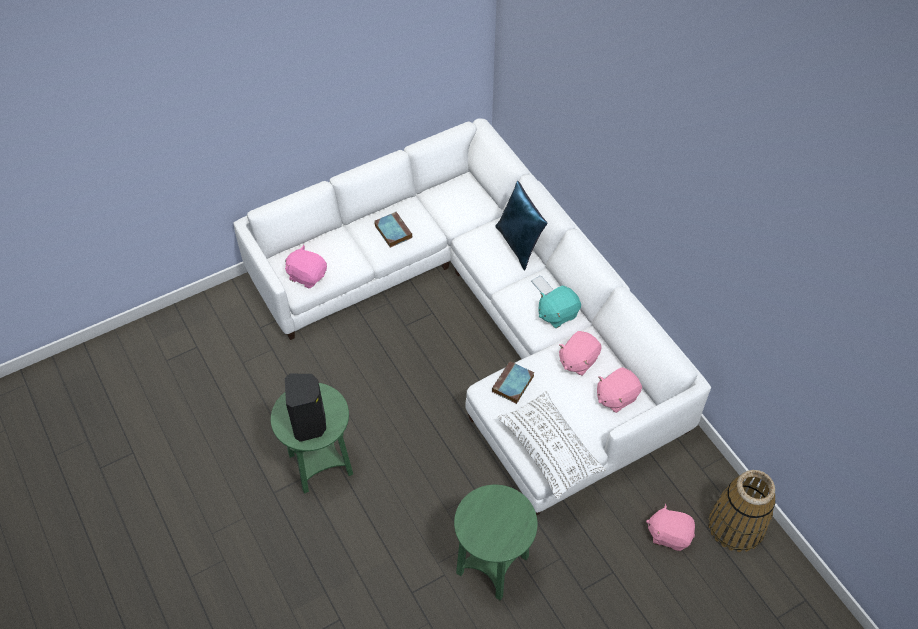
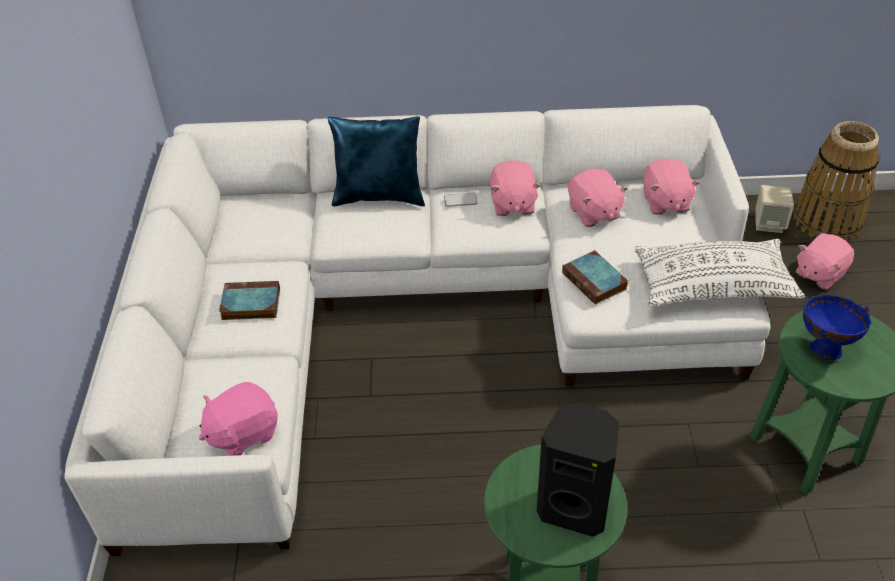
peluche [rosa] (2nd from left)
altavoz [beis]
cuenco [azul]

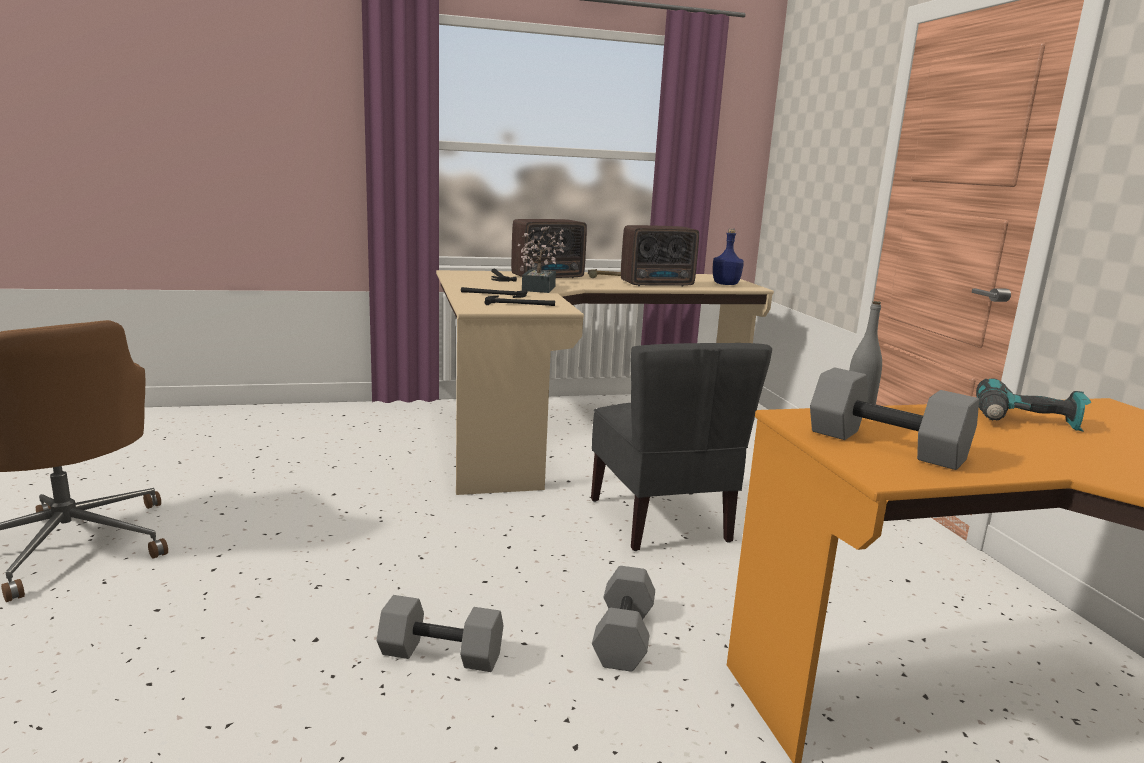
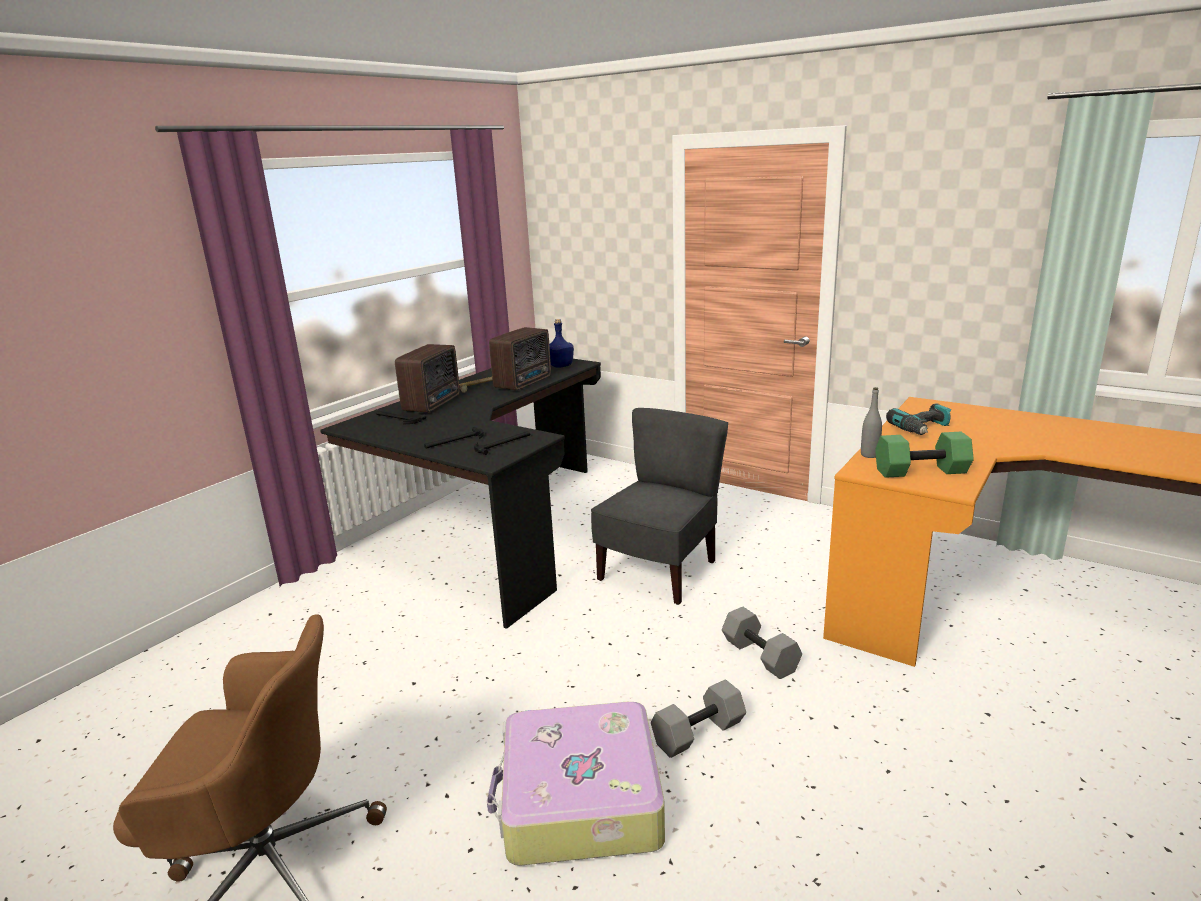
escritorio [negro]
planta en maceta
silla [gris]
mancuerna [verde]
maleta

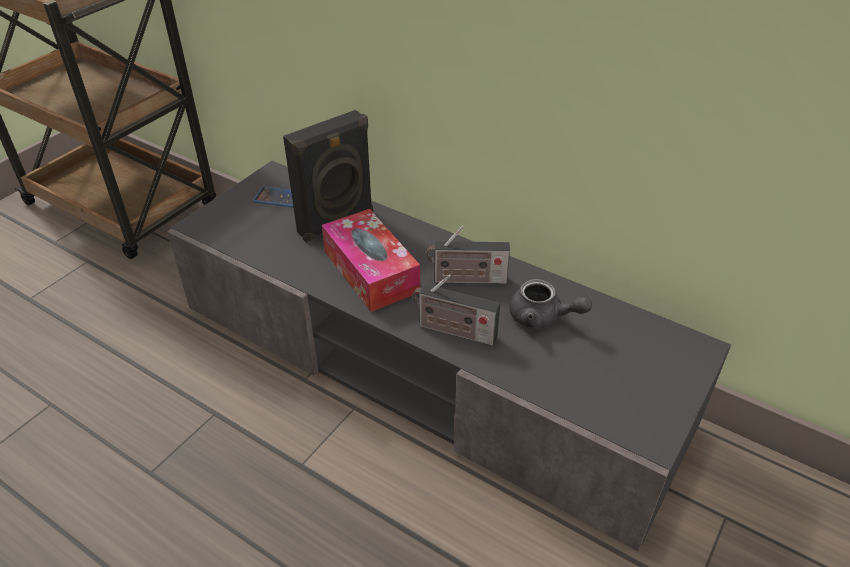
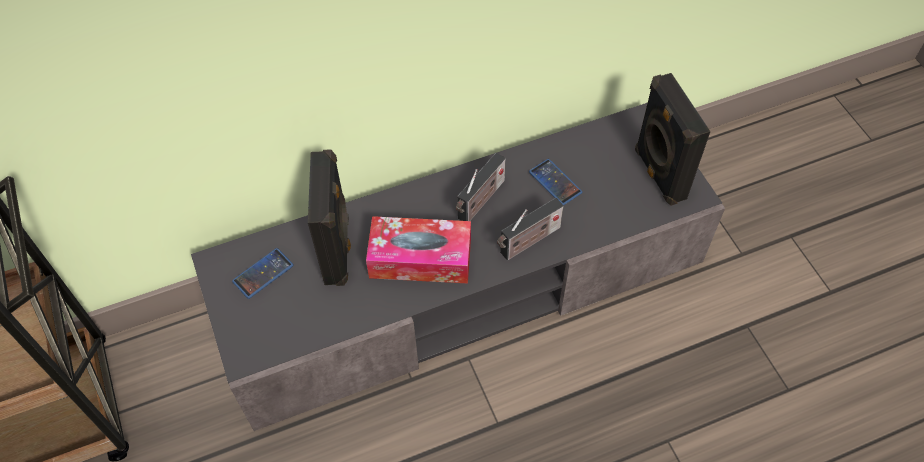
móvil (2nd from left)
altavoz [negro] (2nd from left)

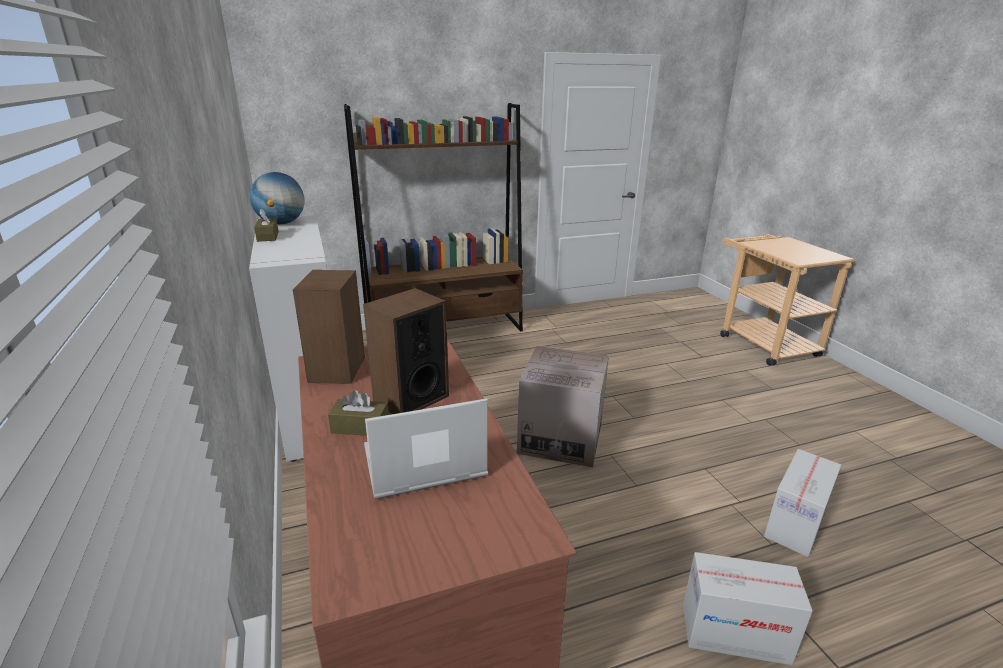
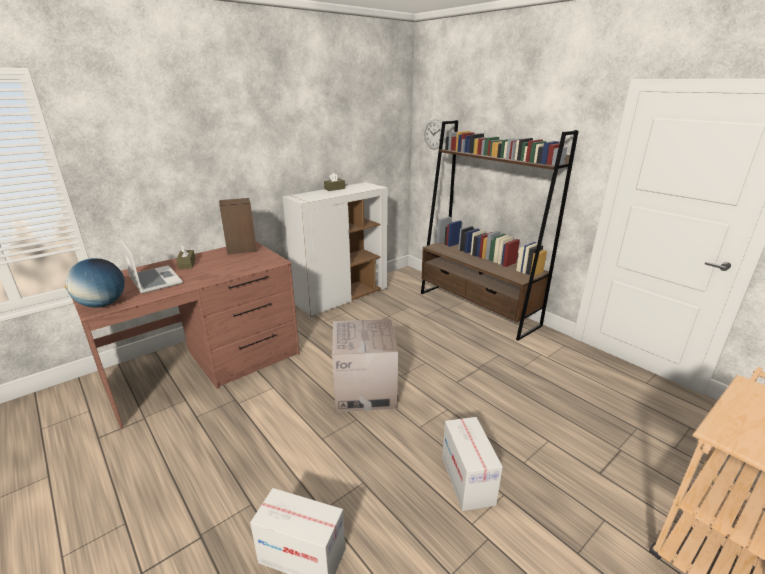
globo terráqueo
altavoz (2nd from left in the first image)
caja de cartón (3rd from left)
reloj de pared

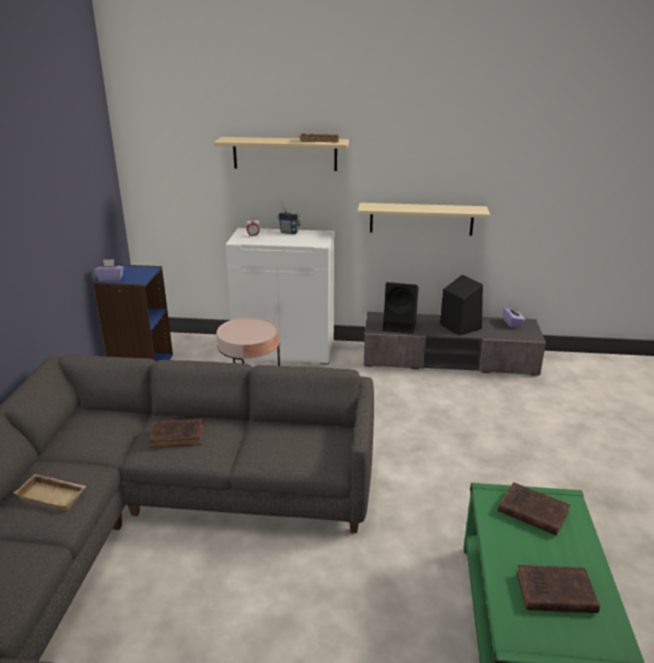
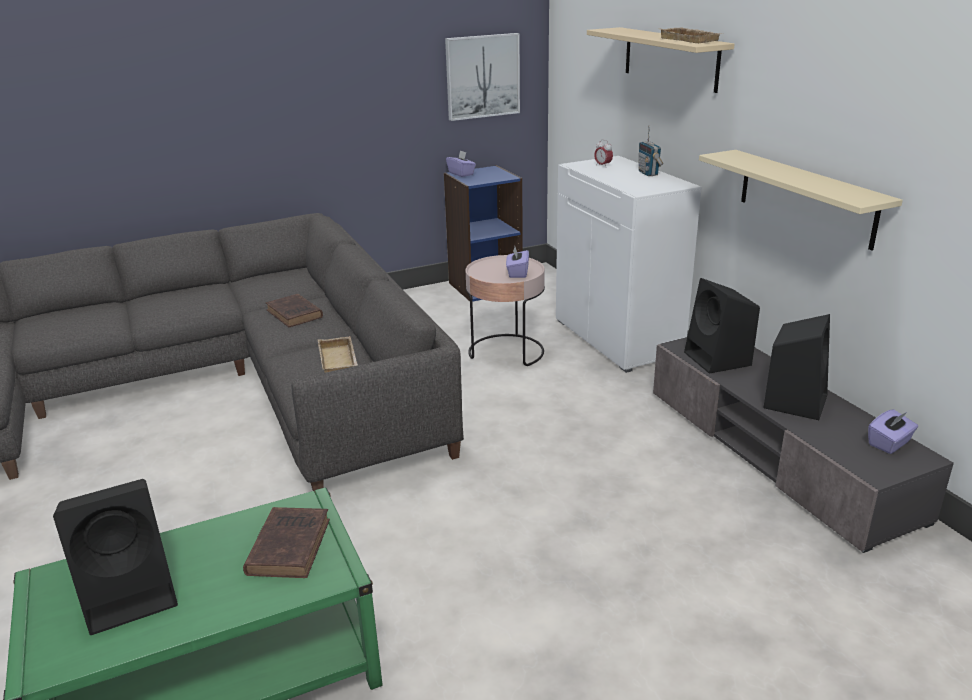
bandeja [beis] (1st from left)
altavoz [negro] (1st from left)
cuadro
caja de pañuelos [morado] (2nd from left)

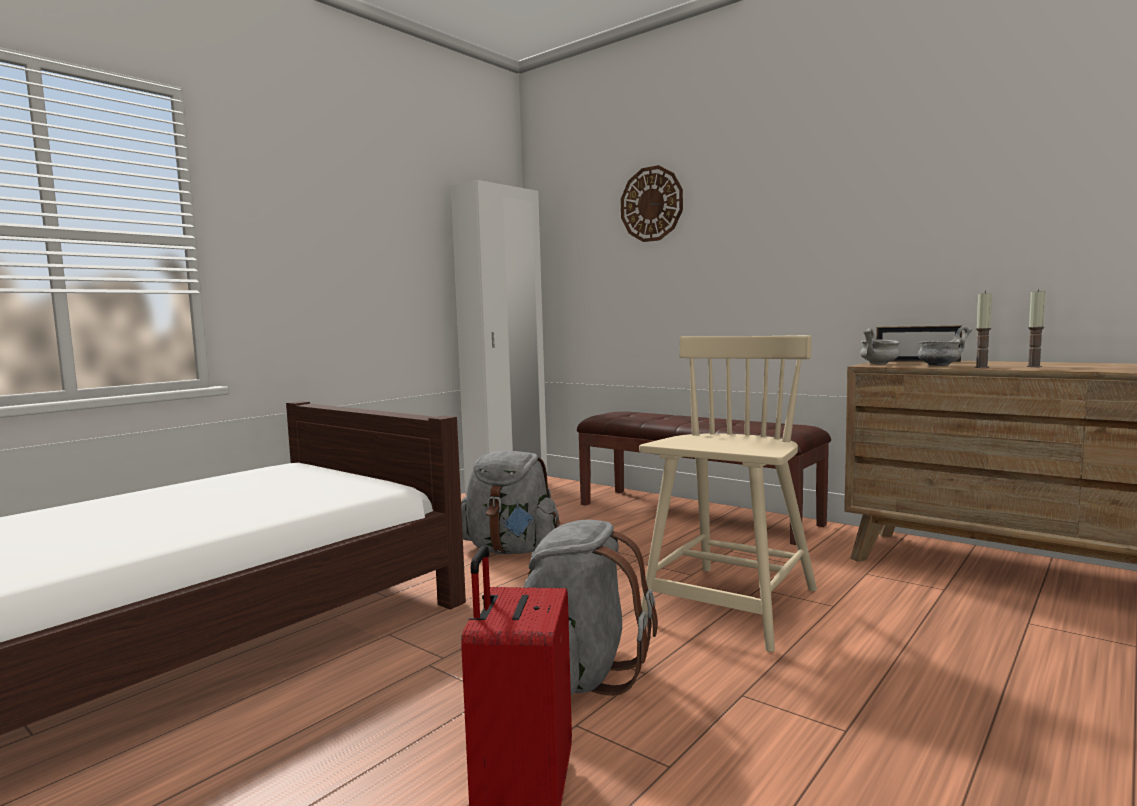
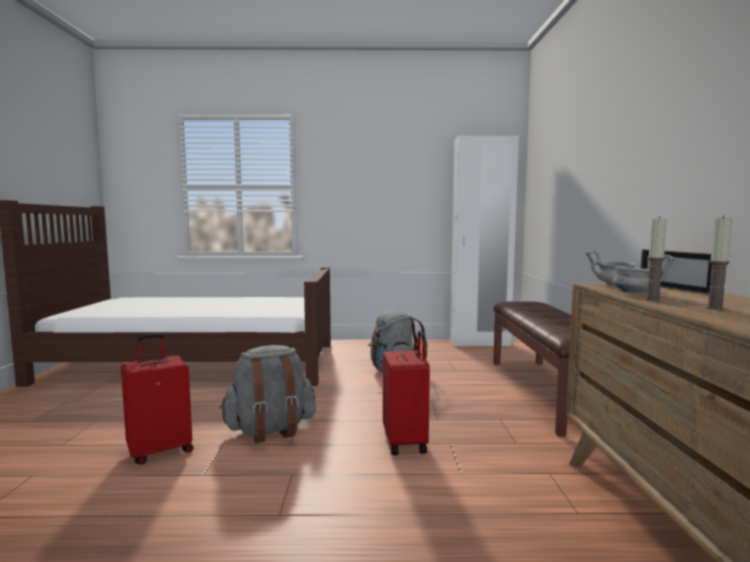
reloj de pared
maleta [rojo] (2nd from left)

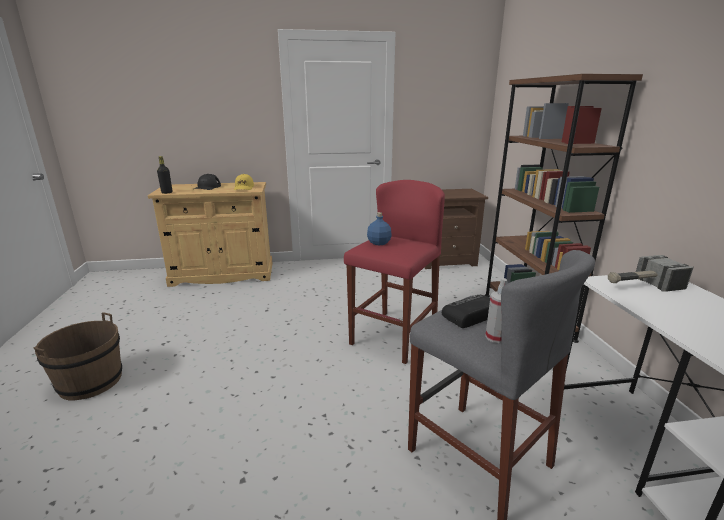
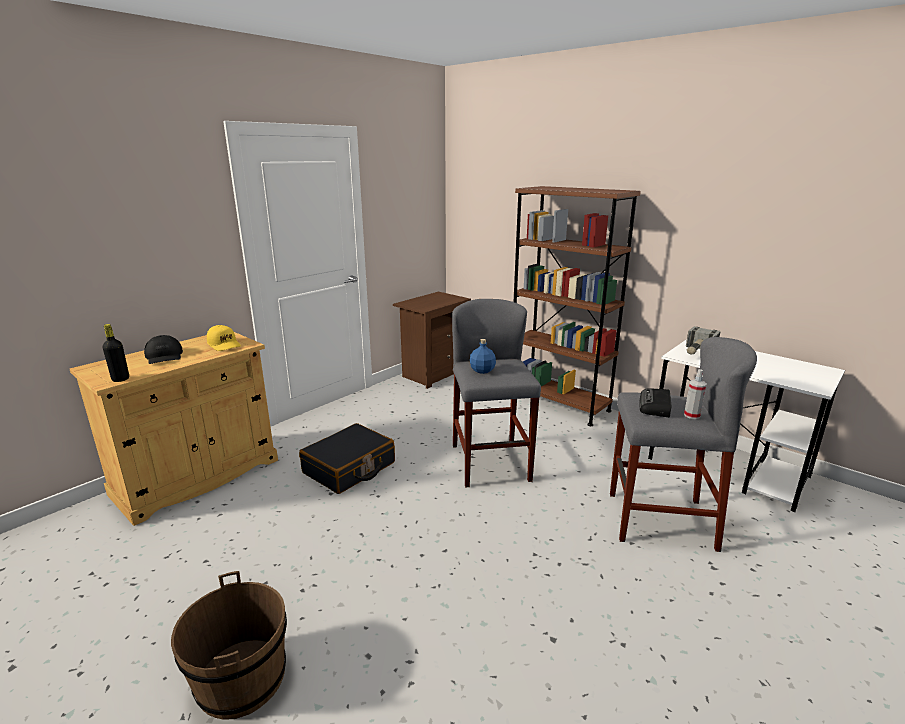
taburete [gris] (1st from left)
maleta [negro]

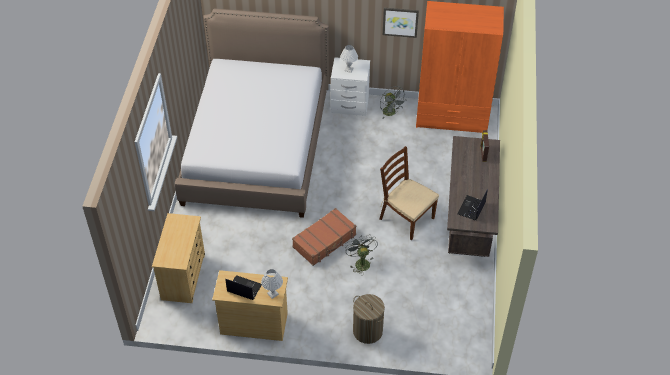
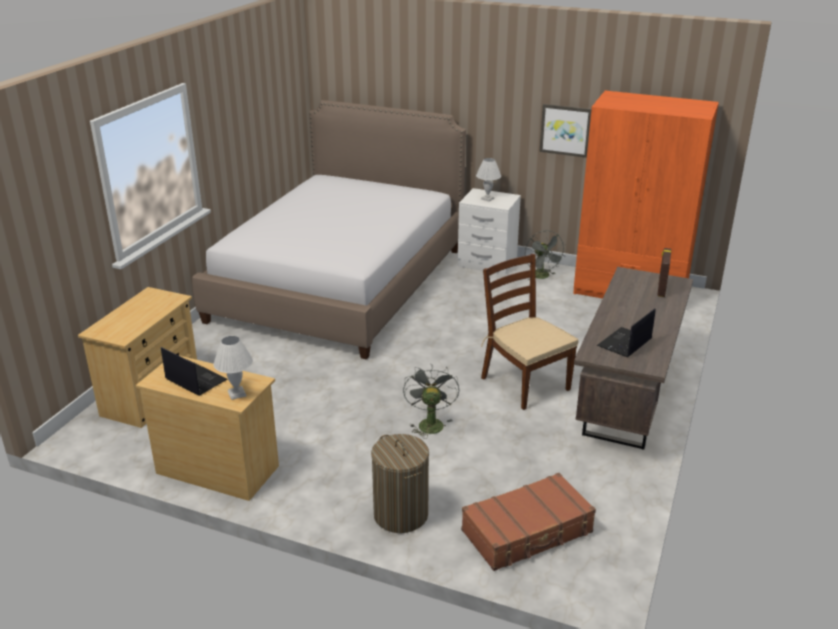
maleta [marrón]

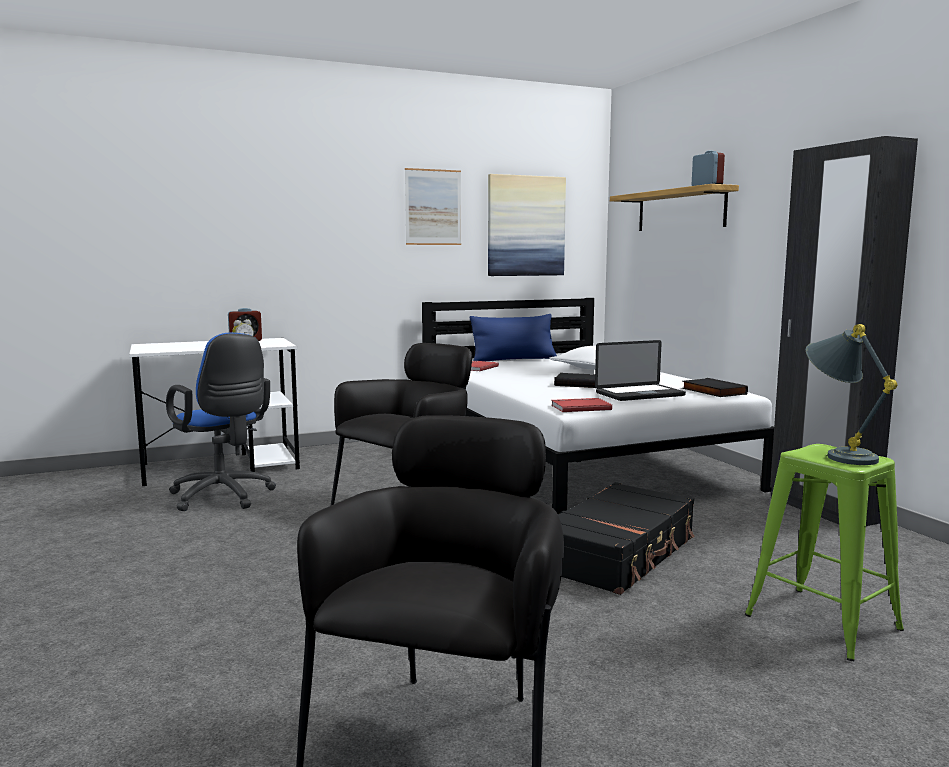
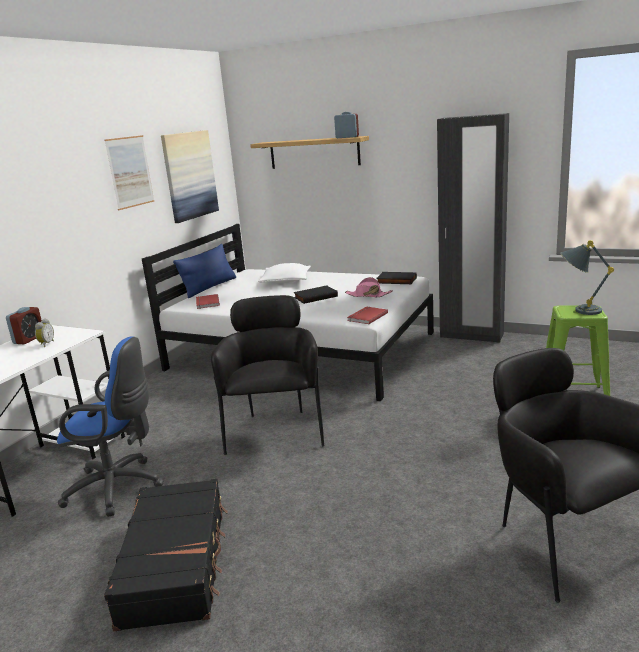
maleta [negro]
sombrero [rosa]

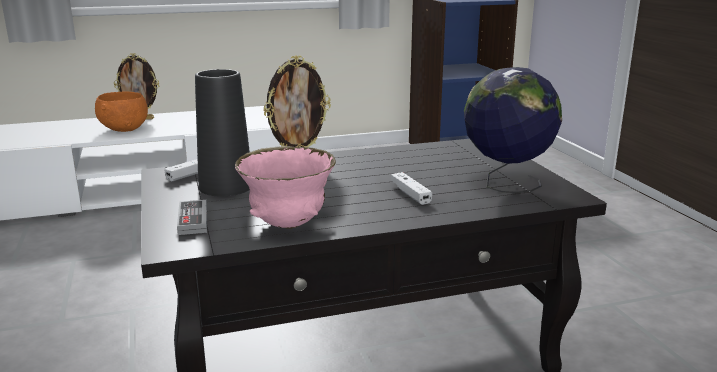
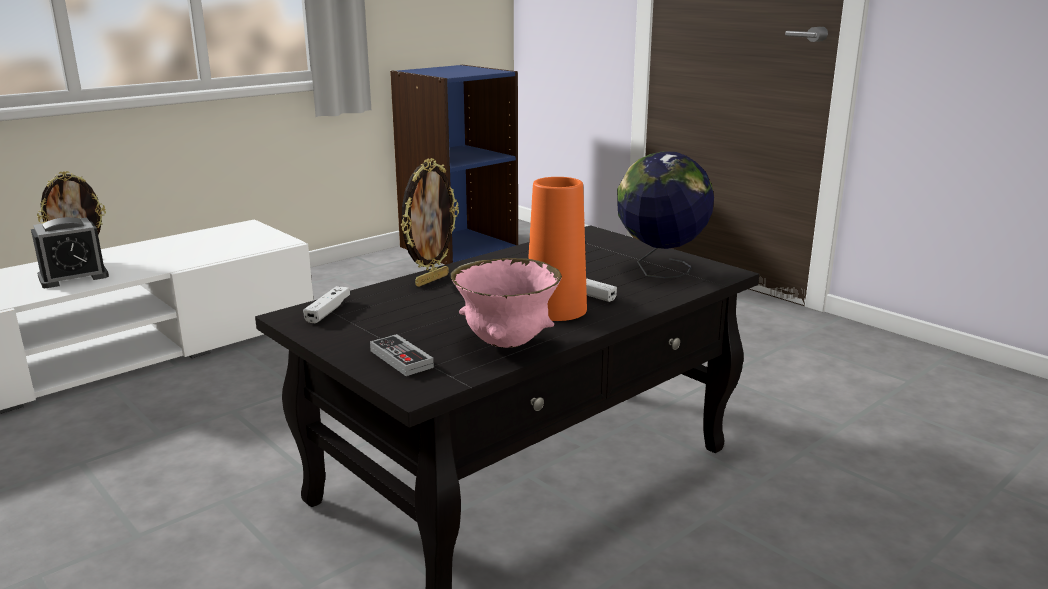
despertador
florero [negro]
florero [naranja]

